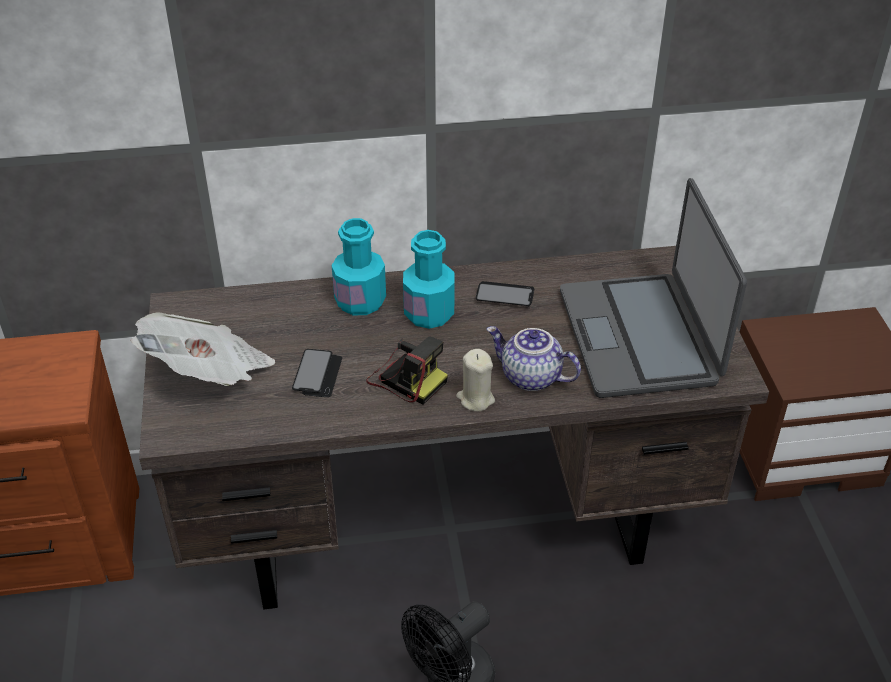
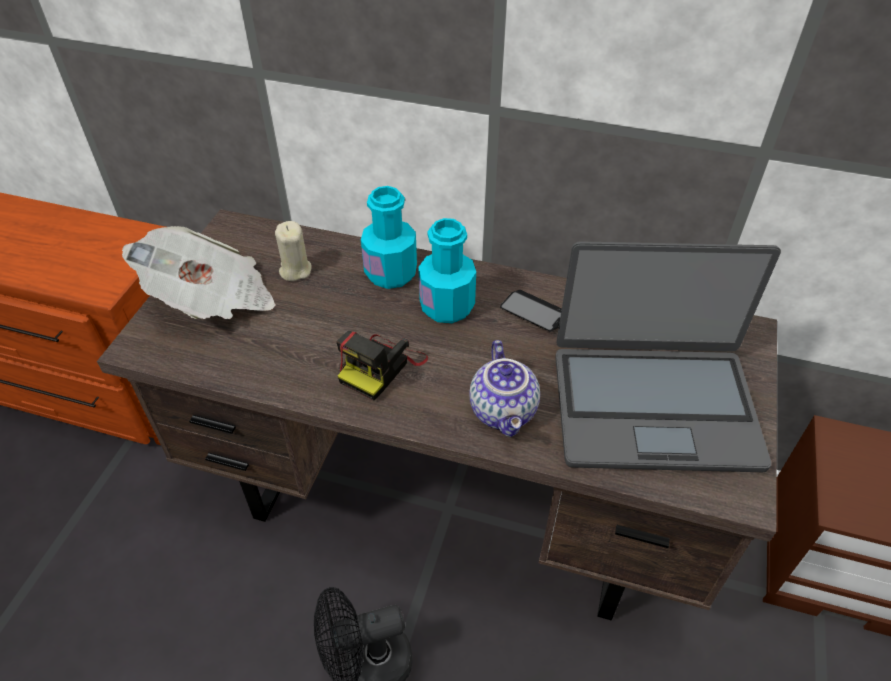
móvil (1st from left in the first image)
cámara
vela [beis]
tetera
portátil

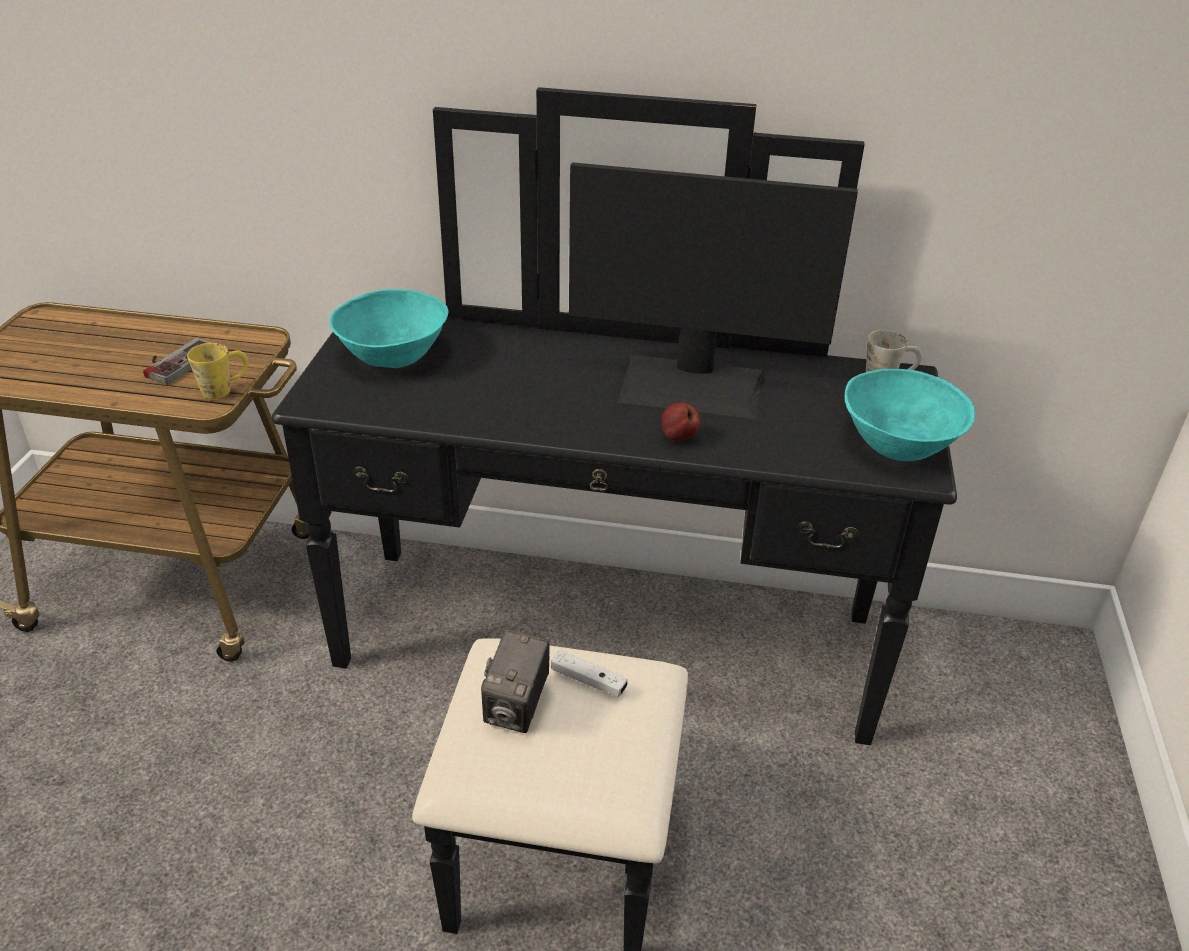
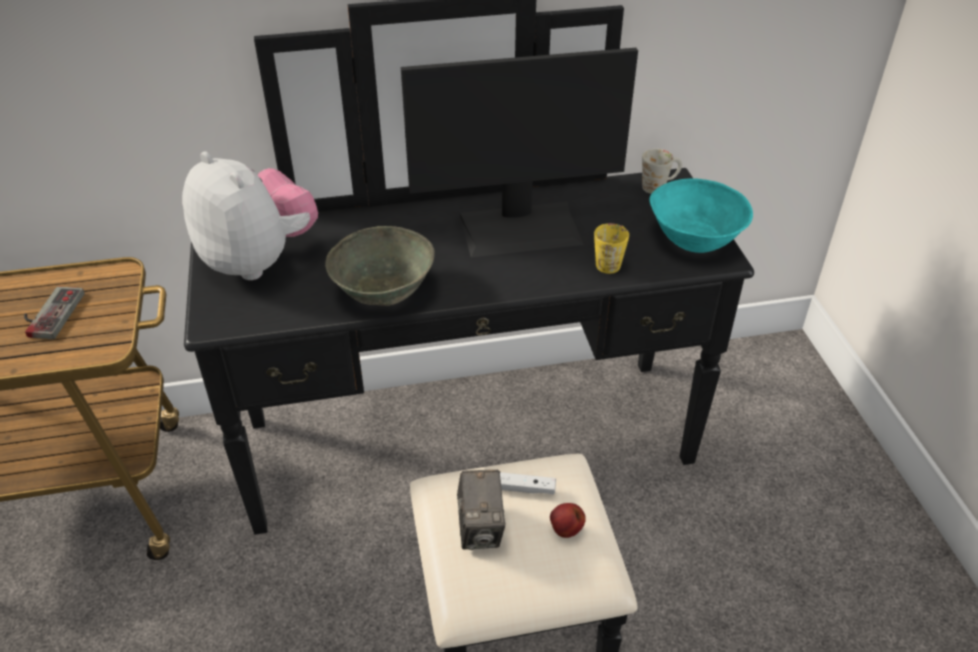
taza grande [amarillo]
peluche
manzana
cuenco [gris]

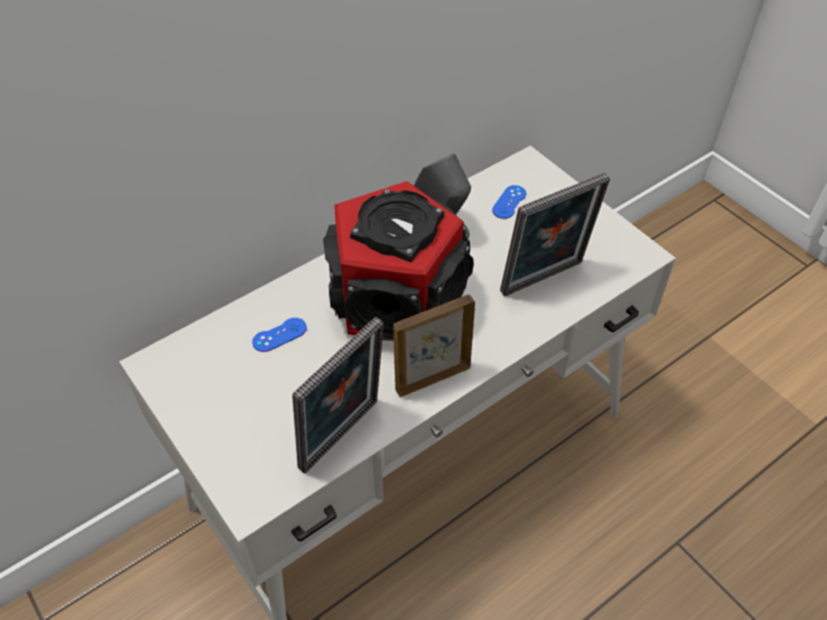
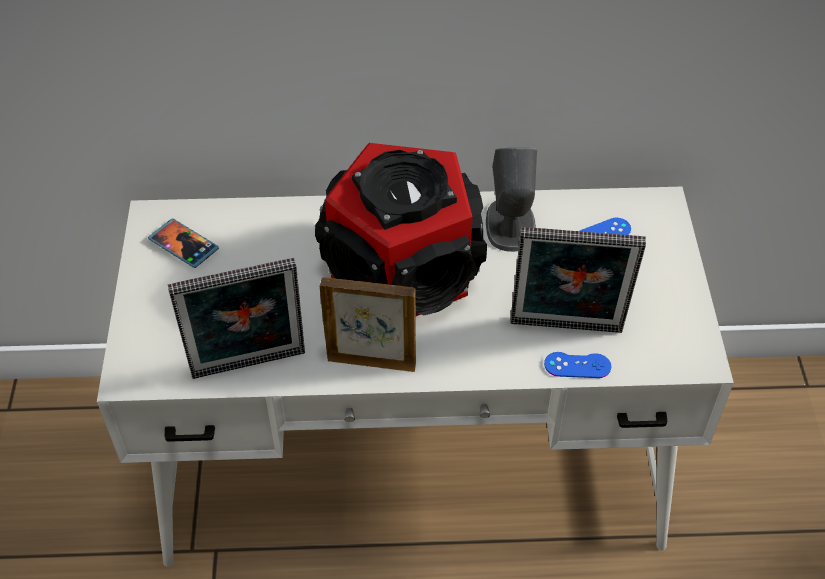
mando de consola [azul] (1st from left)
móvil

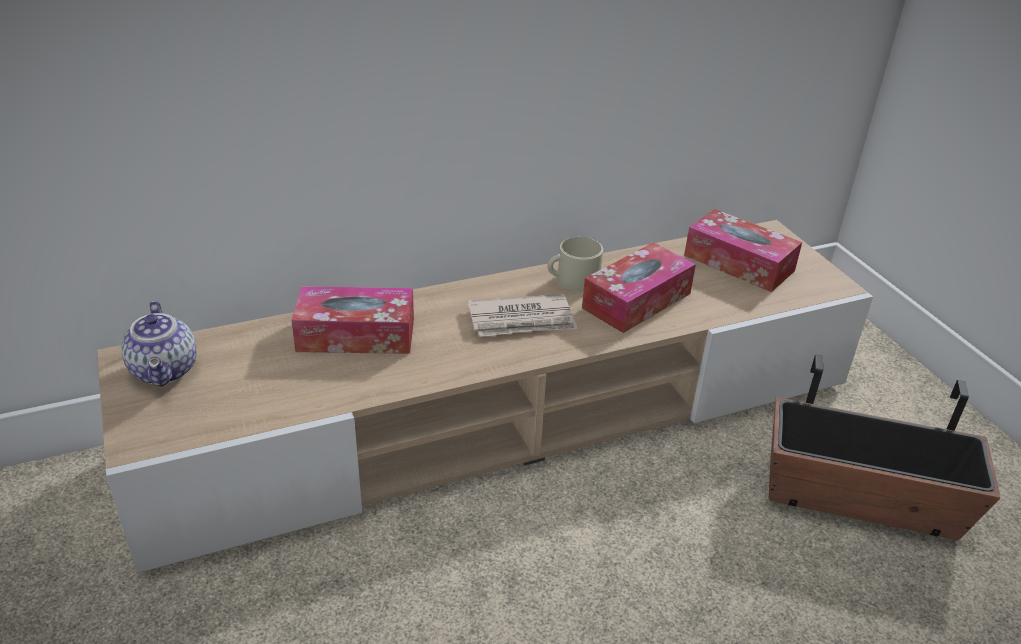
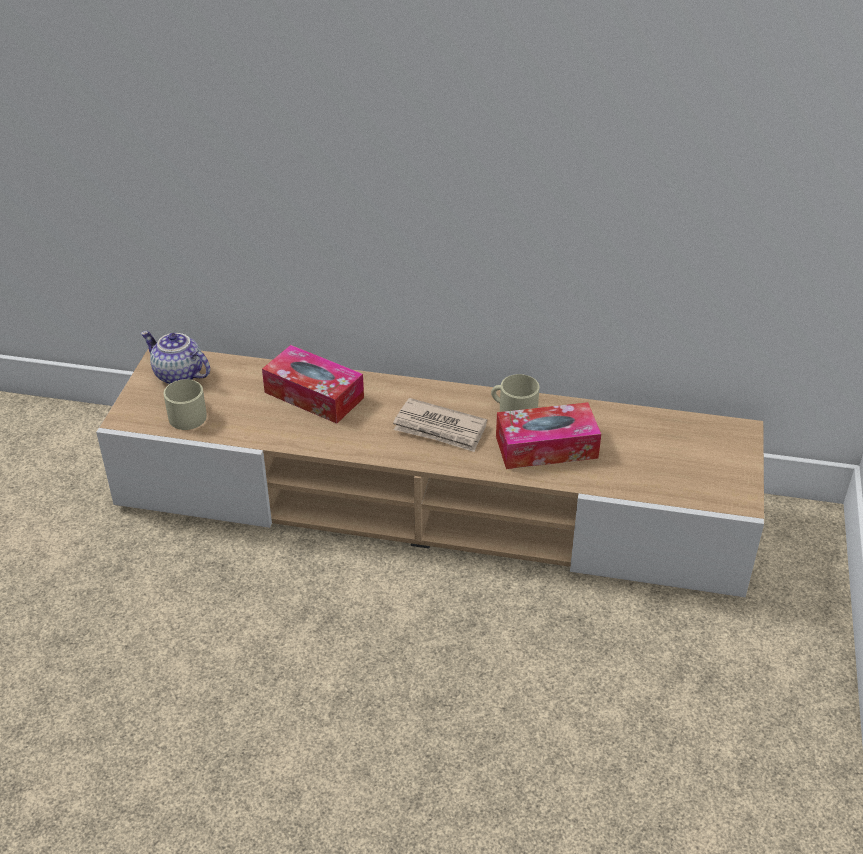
tetera
caja de pañuelos (3rd from left in the first image)
maceta
taza grande [beis] (1st from left)

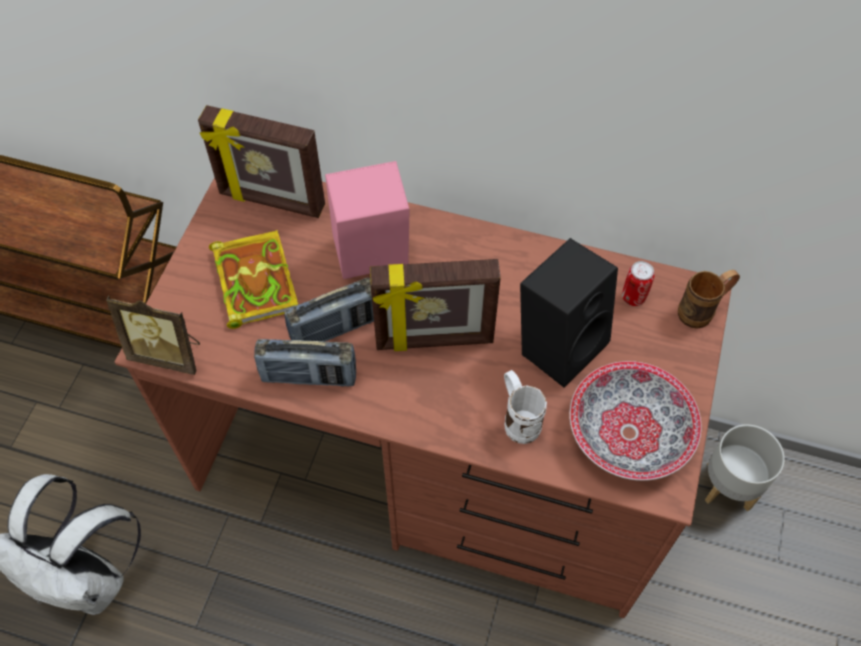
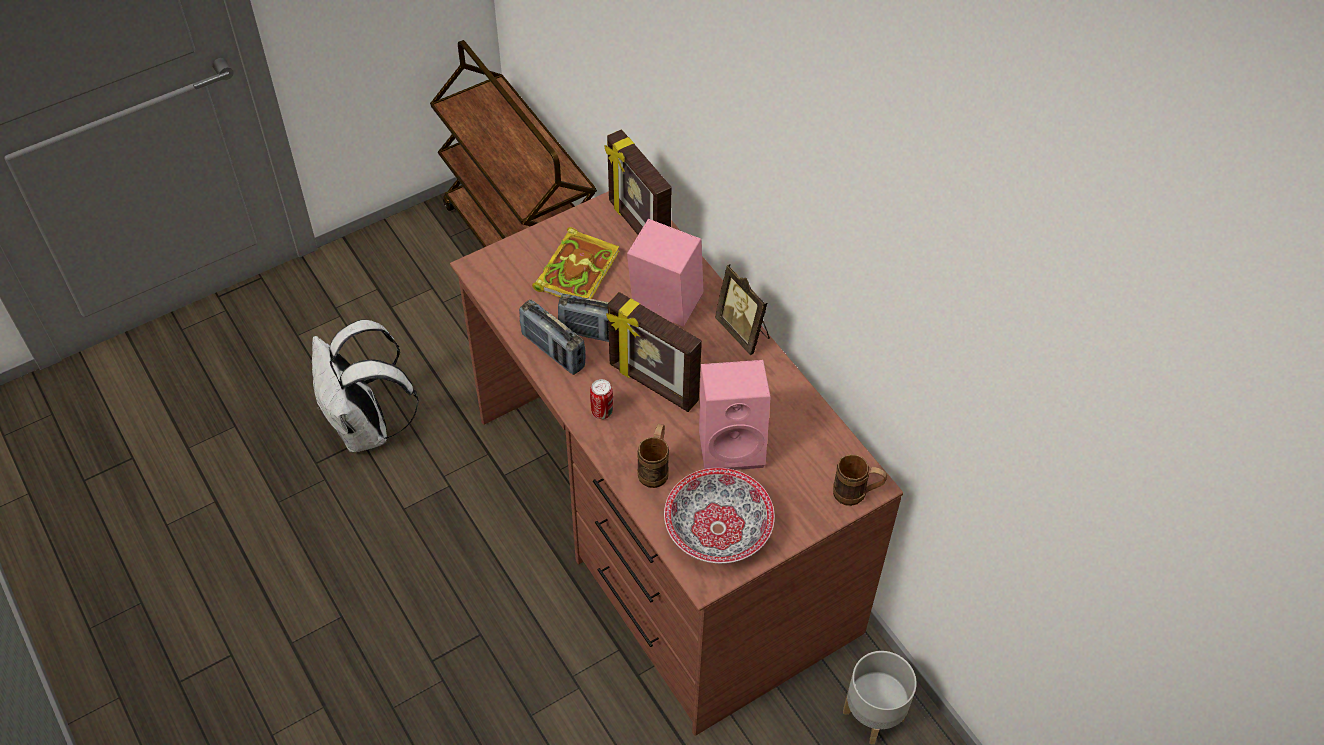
portarretratos (3rd from left)
taza grande [marrón] (1st from left)
altavoz [rosa] (2nd from left)
lata

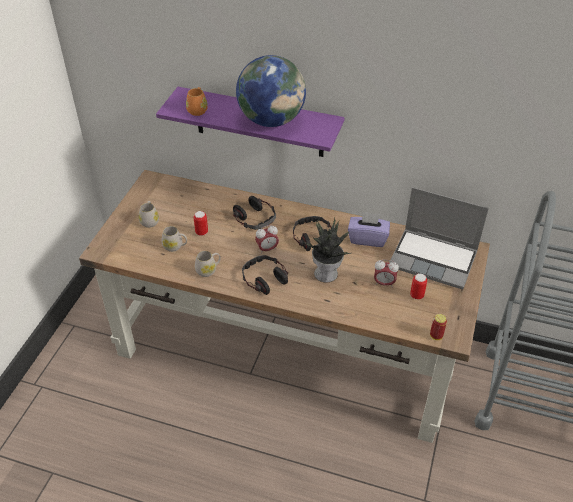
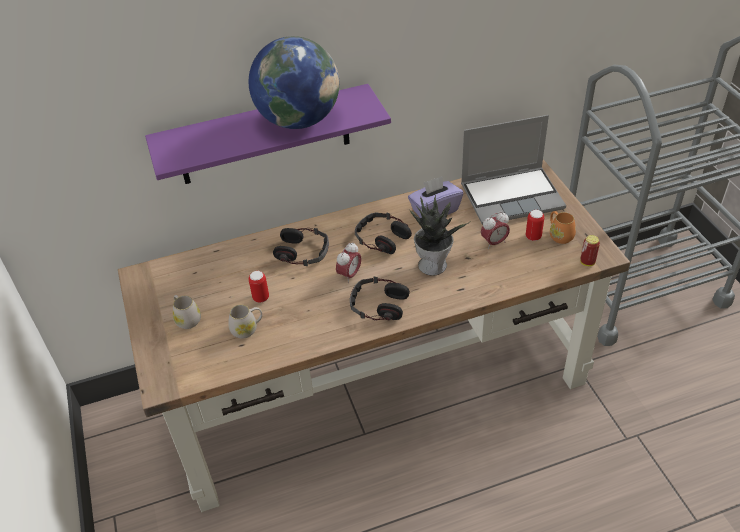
taza grande [naranja]
taza grande [blanco] (3rd from left in the first image)

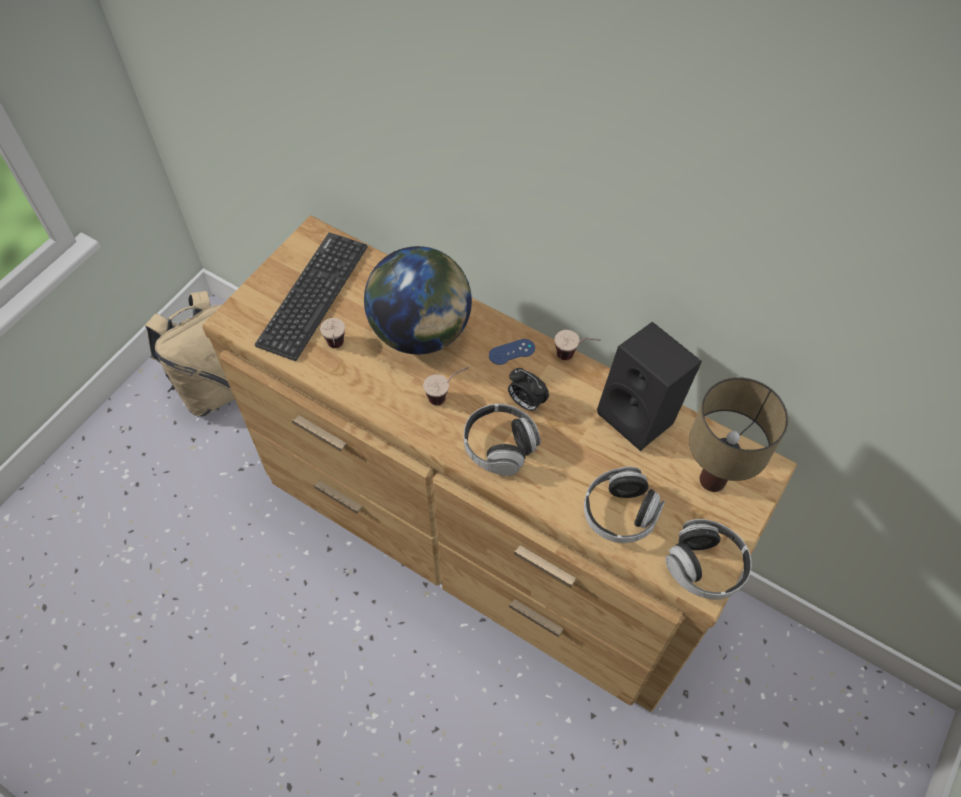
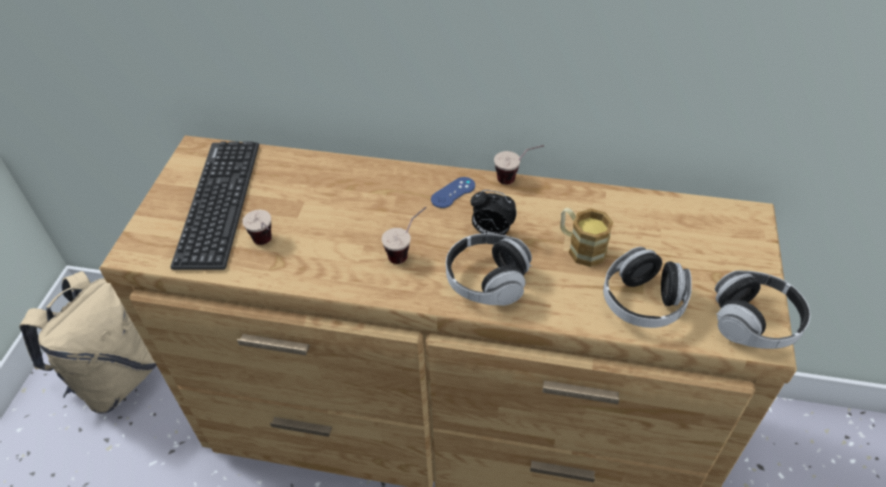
globo terráqueo
altavoz [negro]
lámpara de mesa
taza grande

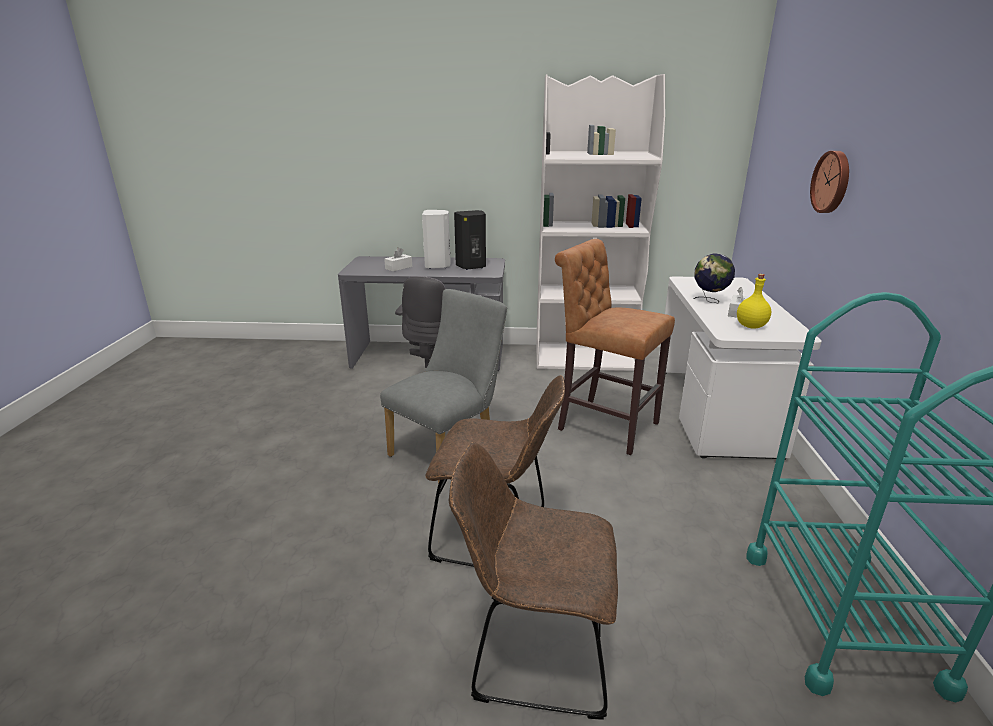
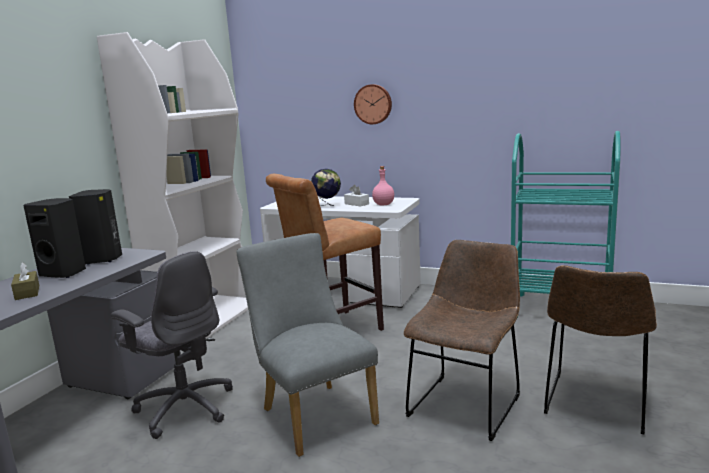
caja de pañuelos [marrón]
altavoz [negro] (1st from left)
botella [rosa]

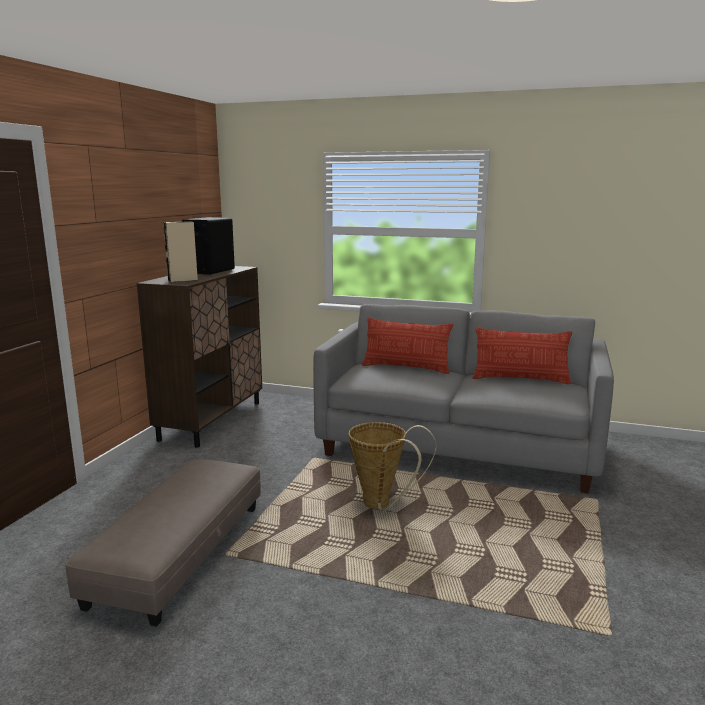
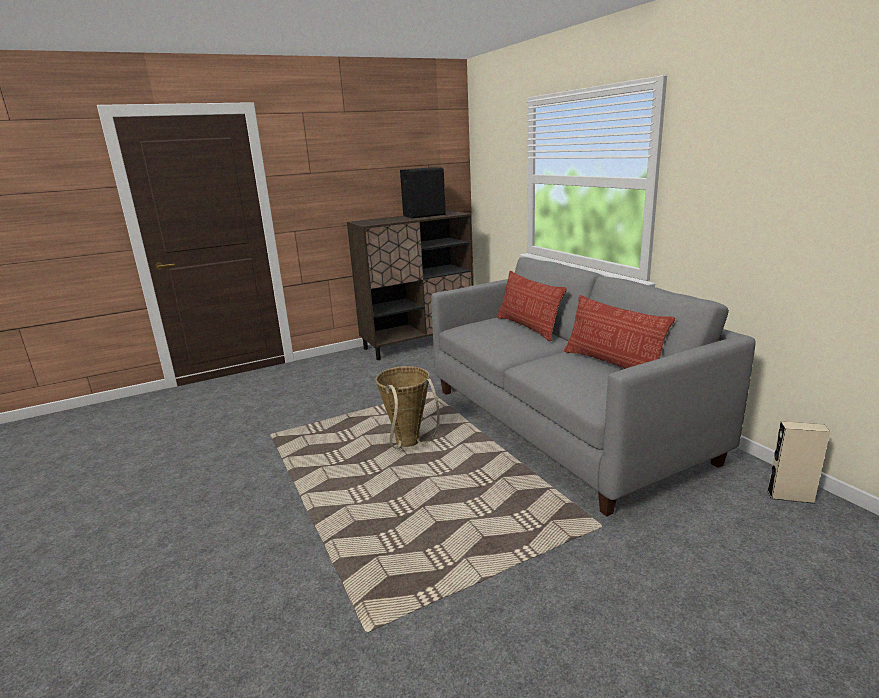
puf [gris]
altavoz [beis]

